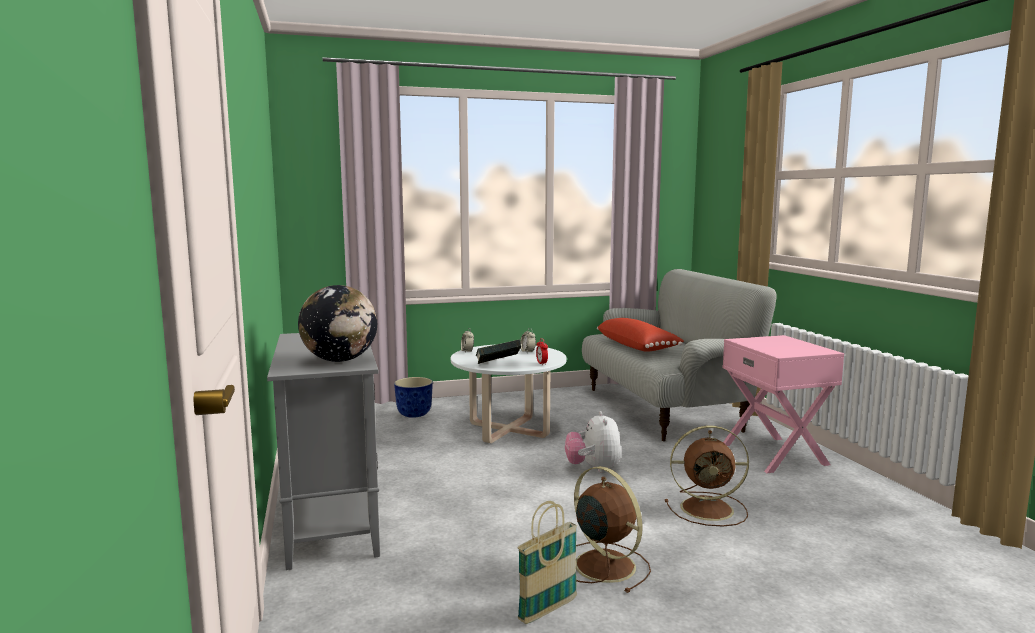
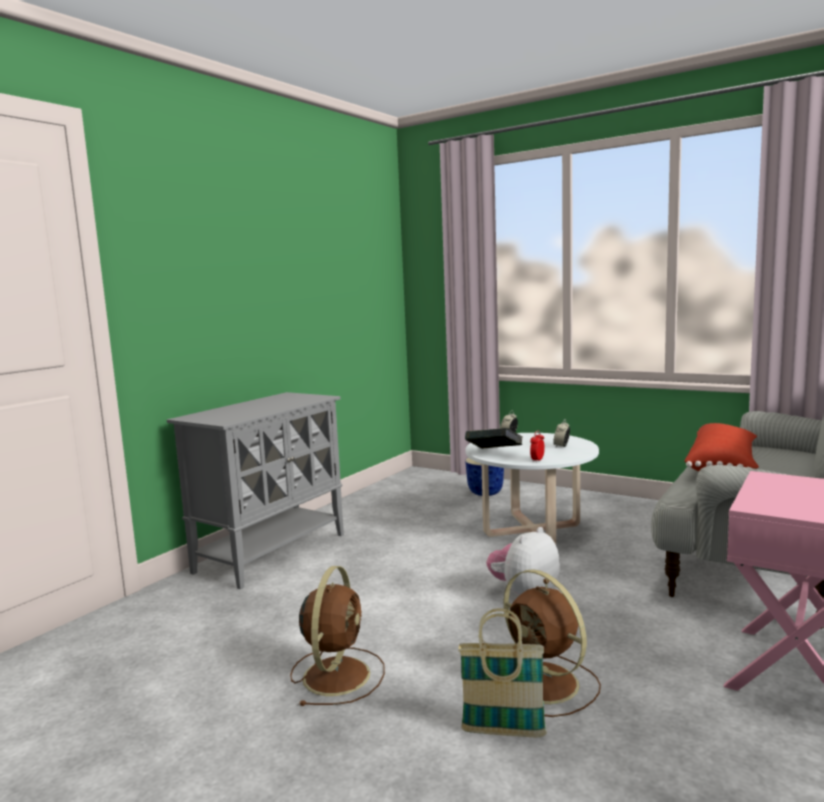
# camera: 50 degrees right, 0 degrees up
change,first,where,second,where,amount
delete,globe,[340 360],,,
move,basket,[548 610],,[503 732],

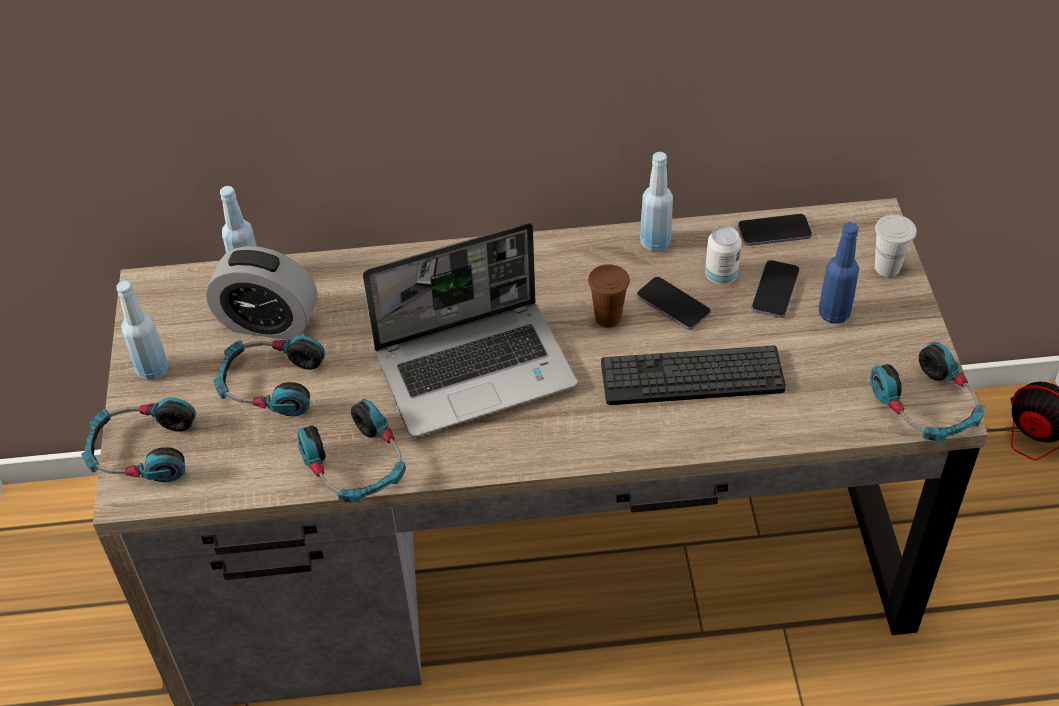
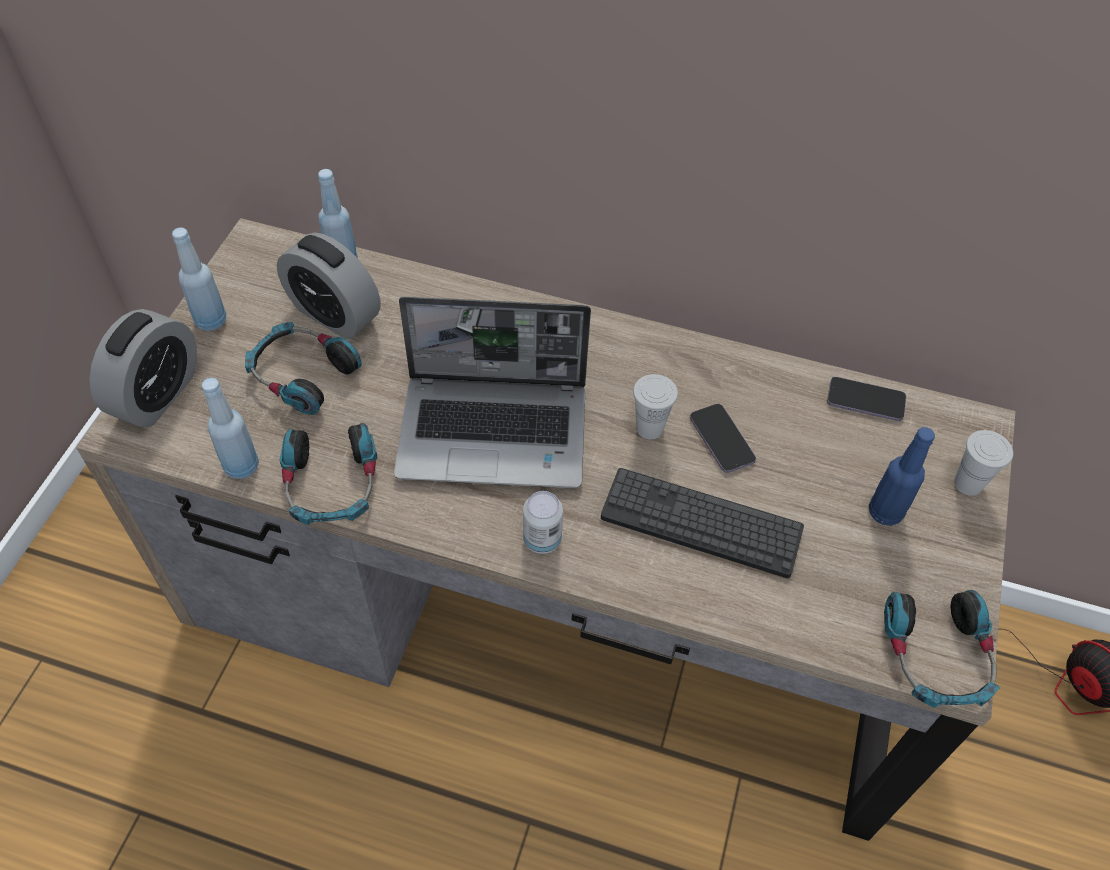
# camera: 20 degrees right, 5 degrees up
change,first,where,second,where,amount
delete,phone,[775 290],,,
move,blue bottle,[655 243],,[242 466],
move,can,[721 275],,[542 539],
replace,headphones,[142 451],alarm clock,[157 395],
recolor,brown cup,[608 318],white cup,[649 428],

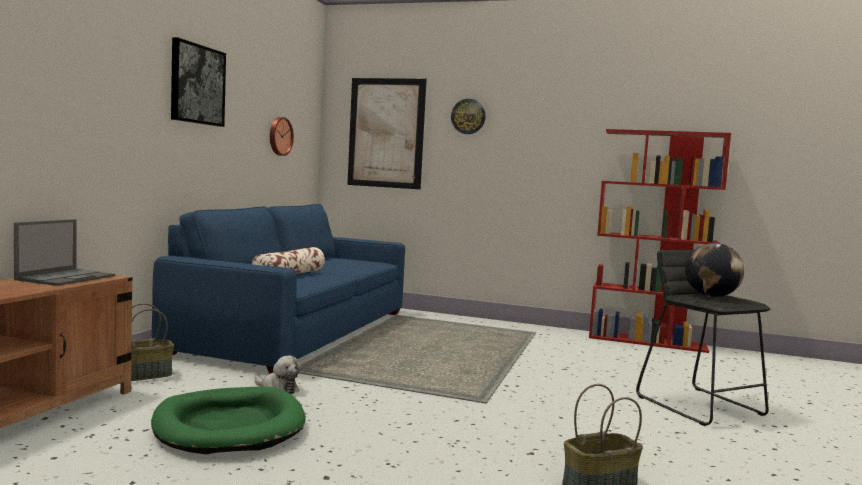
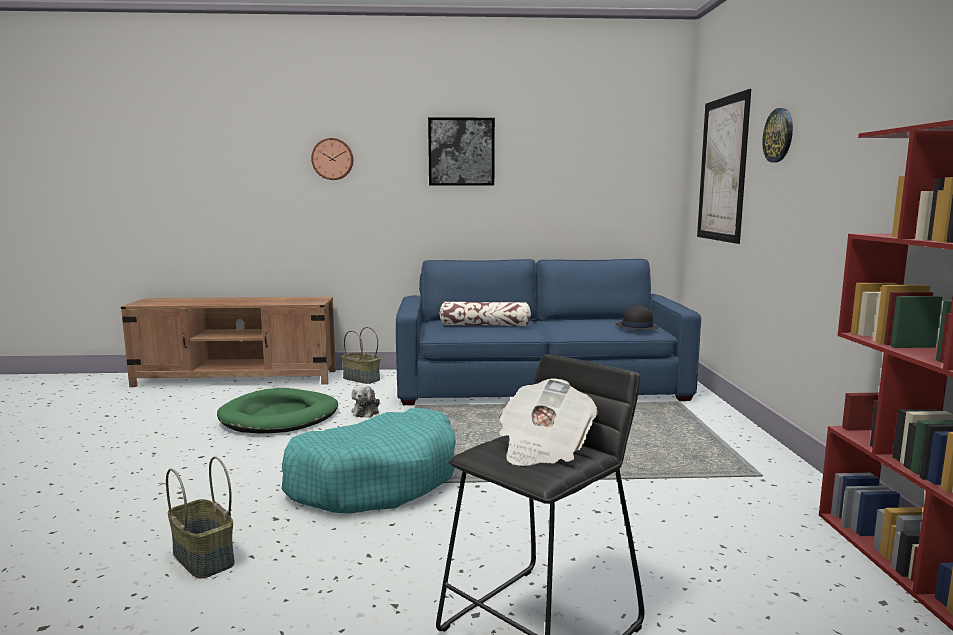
# camera: 70 degrees right, 5 degrees up
change,first,where,second,where,amount
delete,laptop,[66 278],,,
insert,,,turquoise dog bed,[375 480],
insert,,,black hat,[636 326],
move,wall clock,[279 136],,[332 159],
replace,globe,[711 296],newspaper,[543 448],

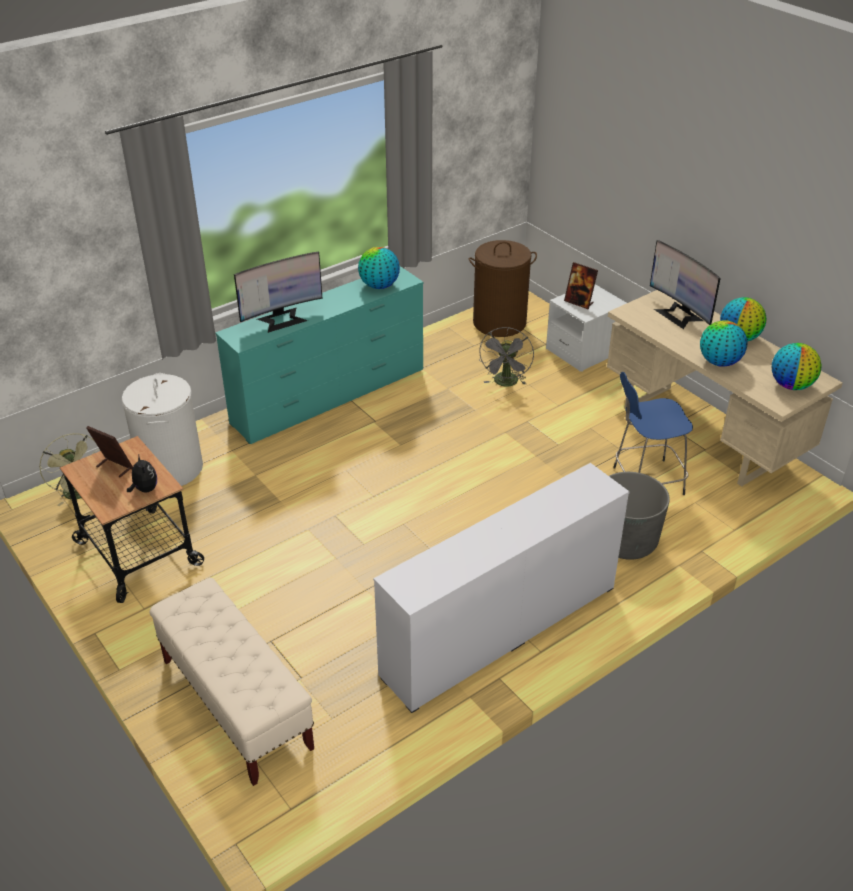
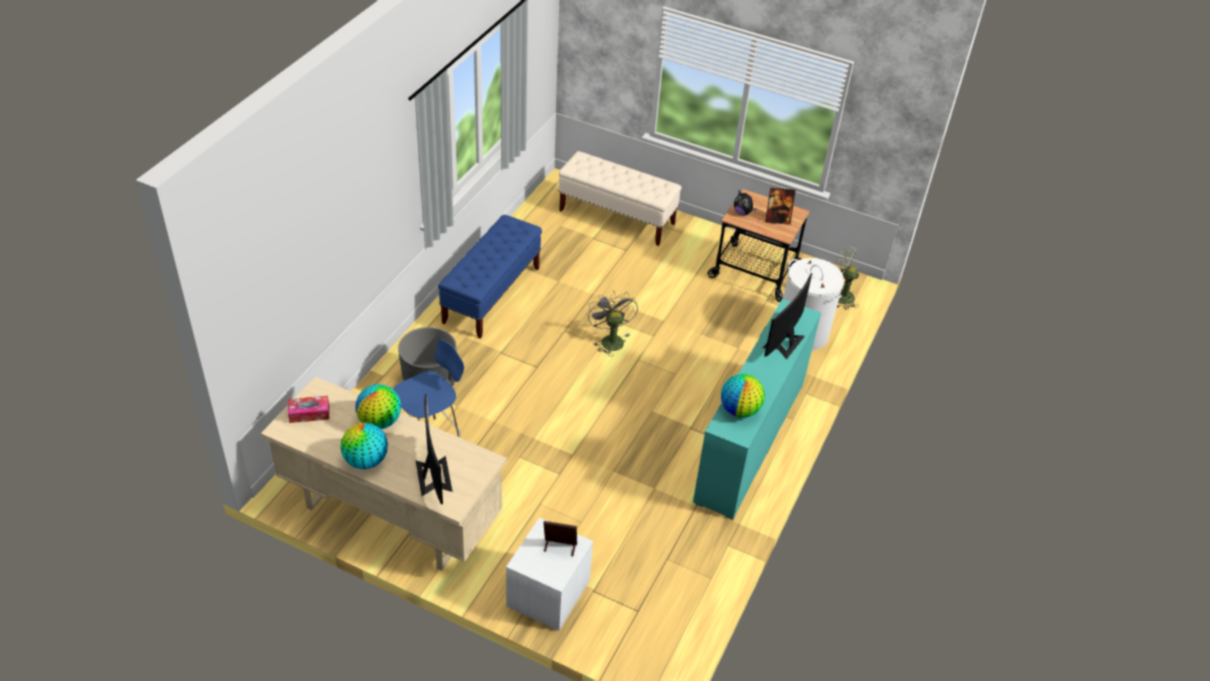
# camera: 150 degrees right, 5 degrees up
change,first,where,second,where,amount
delete,brown laundry basket,[499 322],,,
move,grey fan,[506 383],,[610 339],
replace,white dresser,[499 630],blue bench,[492 295],
replace,globe,[791 385],tissue box,[309 413],
rotate,monitor,[679 315],,[433 475],45 degrees clockwise

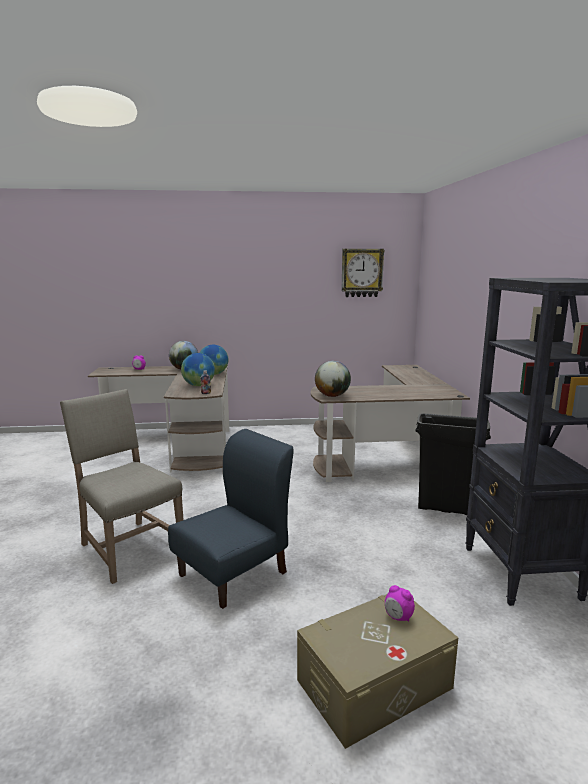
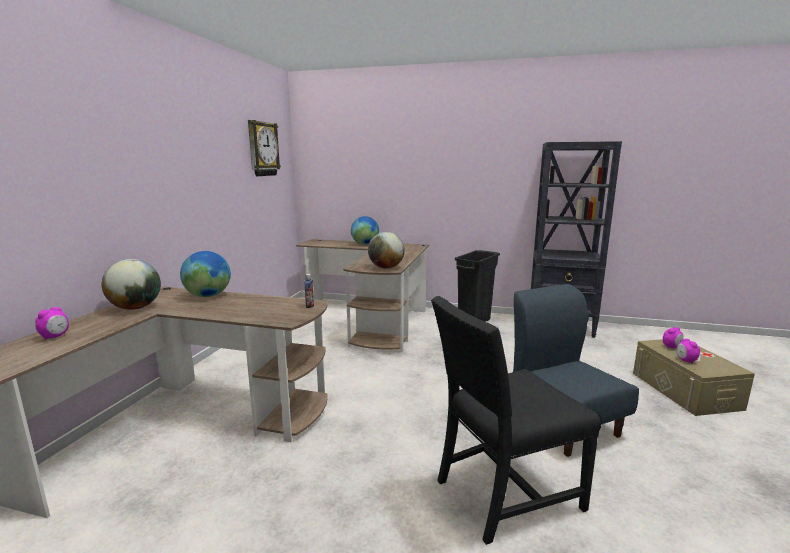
# camera: 70 degrees left, 0 degrees up
change,first,where,second,where,amount
insert,,,alarm clock,[685 361],
move,globe,[198 385],,[365 244],
recolor,beige chair,[128 547],black chair,[503 493],

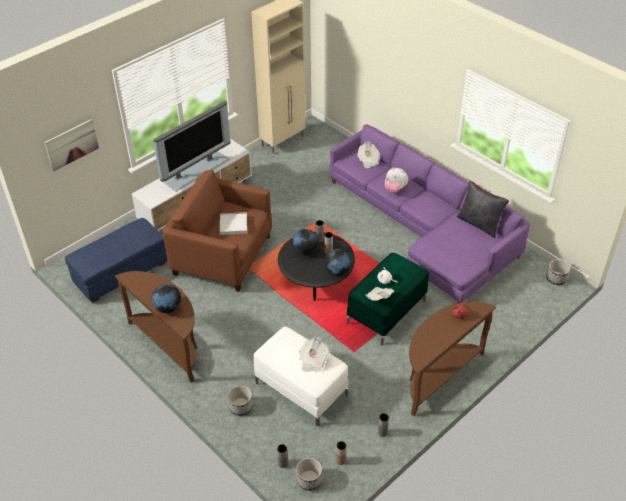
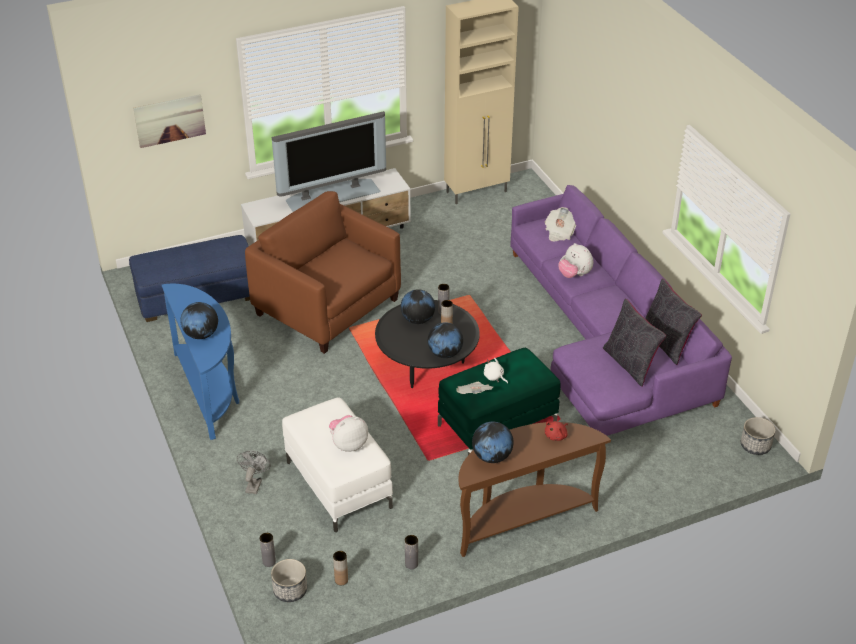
# camera: 20 degrees right, 5 degrees down
change,first,where,second,where,amount
delete,white tray,[233 224],,,
insert,,,globe,[491 456],
insert,,,black pillow,[630 364],
replace,planter,[241 407],grey fan,[254 484],
replace,newspaper,[313 361],plush toy,[348 444],
recolor,brown console table,[170 344],blue console table,[210 391],

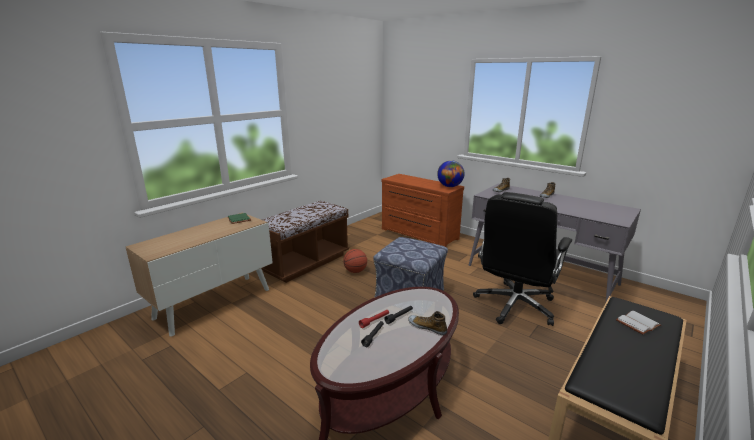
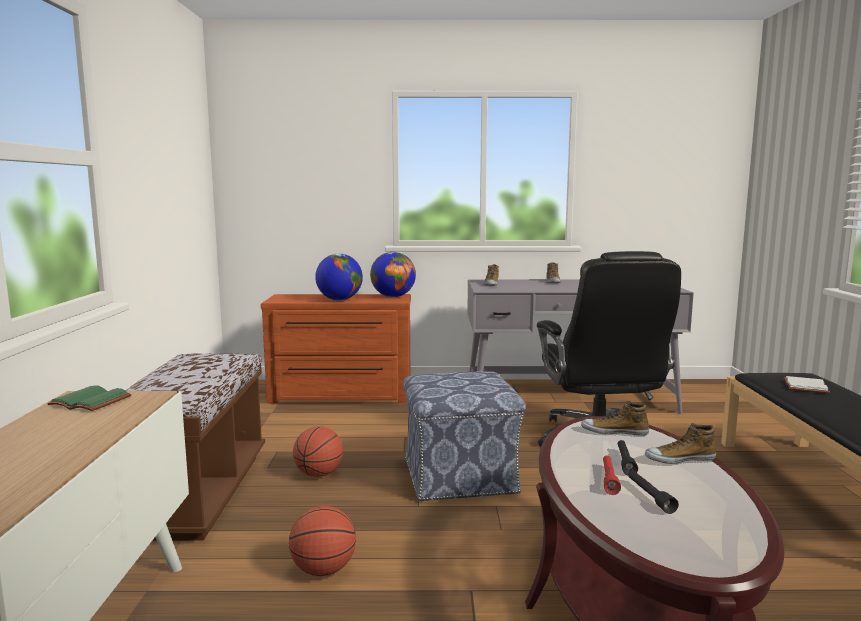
# camera: 40 degrees left, 10 degrees down
change,first,where,second,where,amount
insert,,,basketball,[323 570],
insert,,,globe,[339 300],
insert,,,shoe,[614 431],

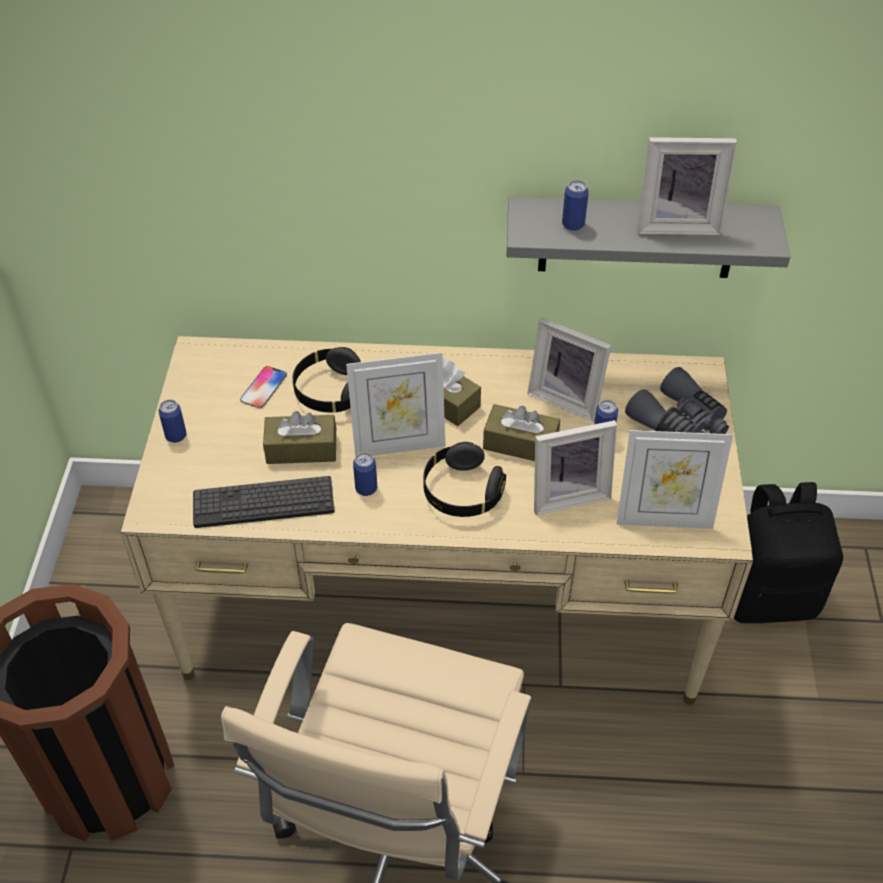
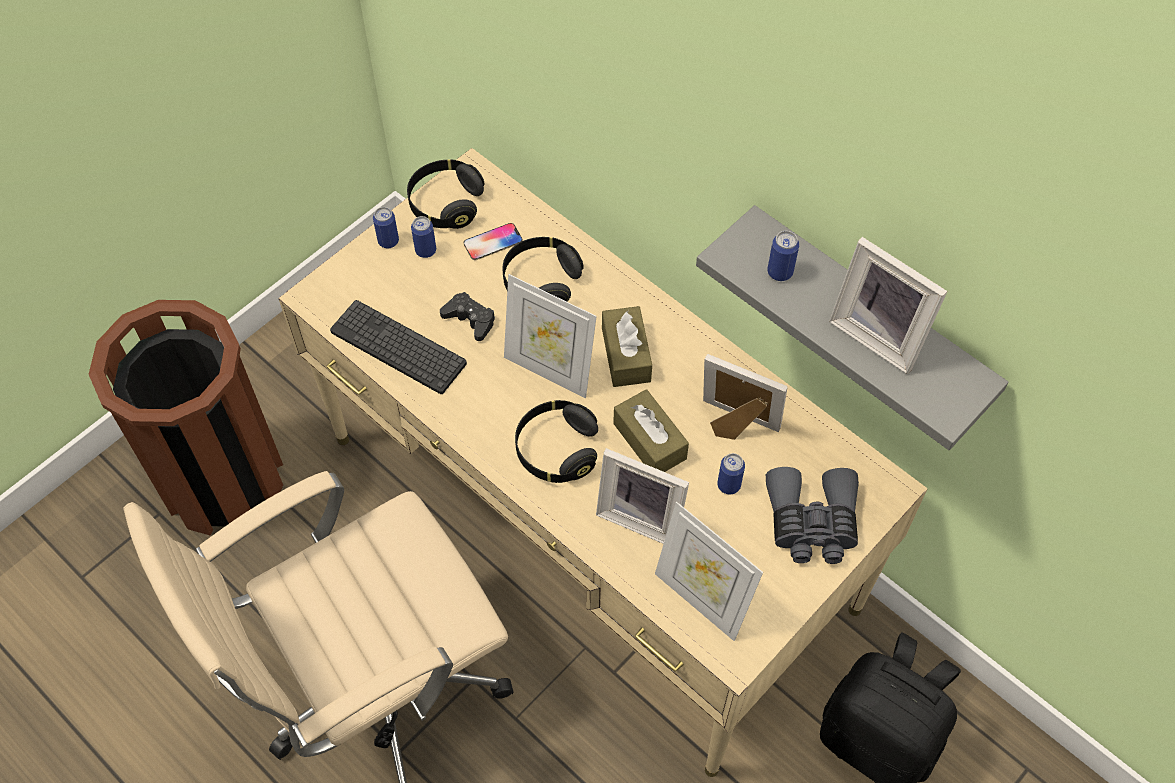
# camera: 40 degrees right, 10 degrees up
change,first,where,second,where,amount
insert,,,black headphones,[446 204],
move,can,[366 488],,[425 250],
replace,brown tissue box,[301 449],black game controller,[470 319],
rotate,picture frame,[567 397],,[735 426],135 degrees clockwise

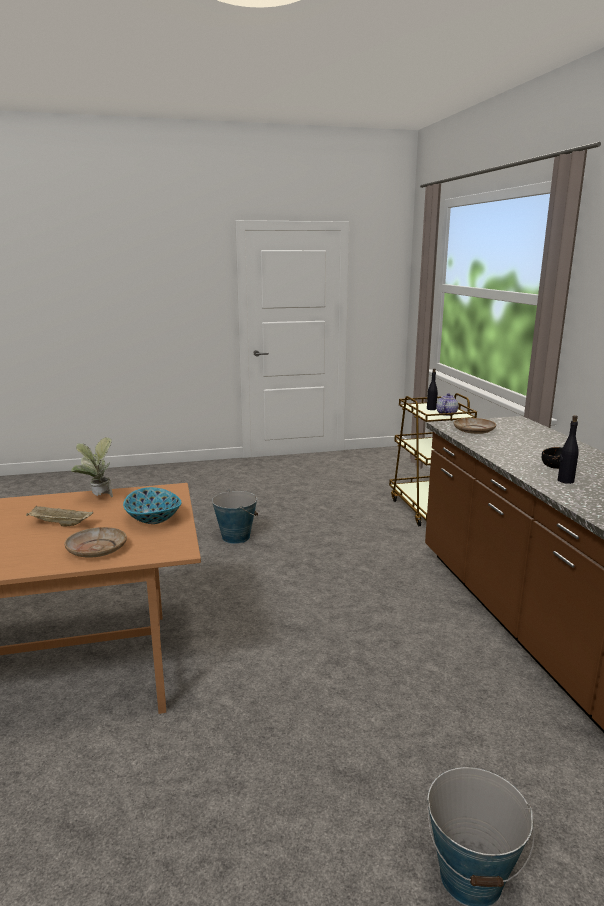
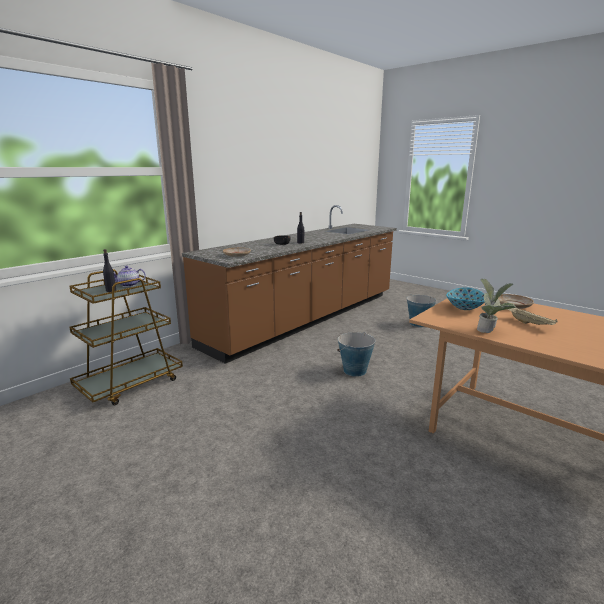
# camera: 125 degrees left, 0 degrees up
change,first,where,second,where,amount
move,bucket,[236 537],,[354 371],

